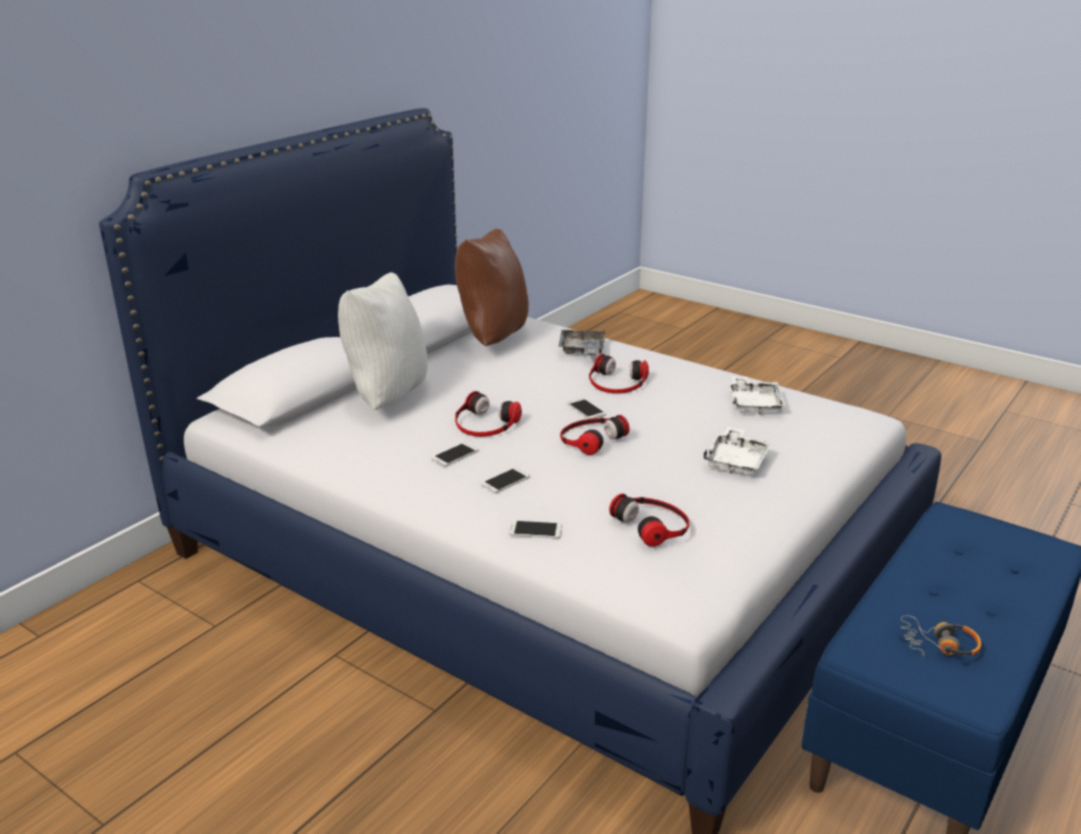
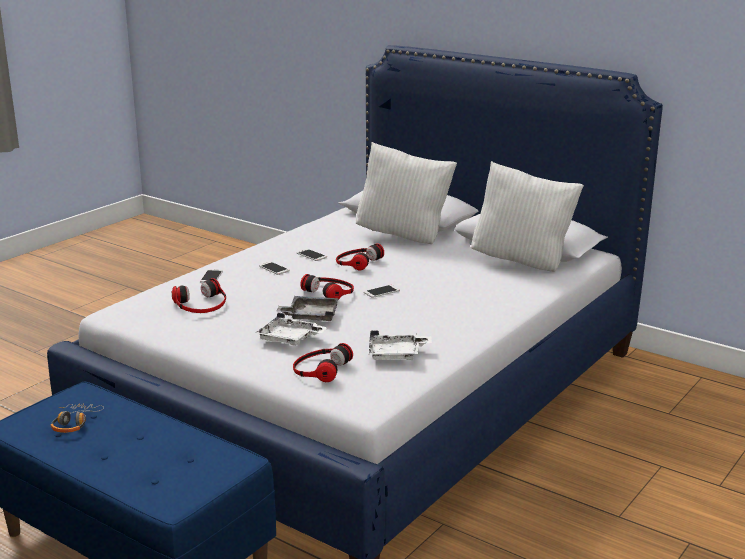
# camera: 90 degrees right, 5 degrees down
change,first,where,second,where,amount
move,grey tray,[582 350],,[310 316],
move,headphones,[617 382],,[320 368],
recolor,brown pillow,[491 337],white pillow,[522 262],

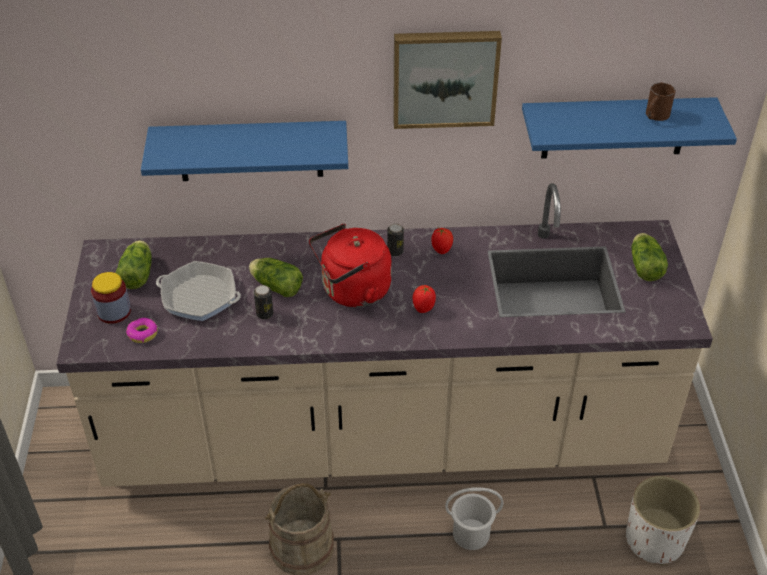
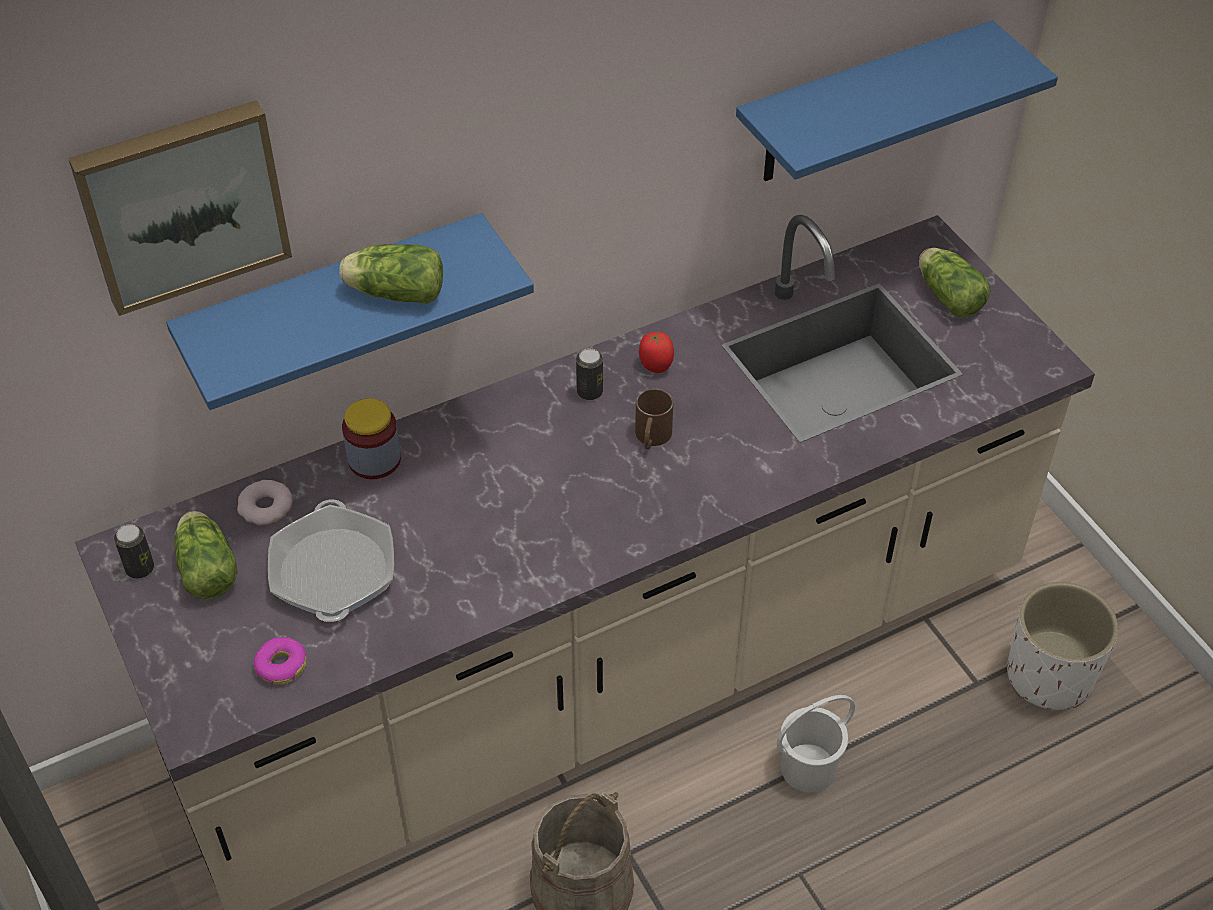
# camera: 25 degrees left, 5 degrees up
change,first,where,second,where,amount
delete,red kettle,[352 291],,,
delete,tomato,[424 308],,,
insert,,,donut,[266 507],
move,jar,[114 312],,[374 459],
move,lettuce,[275 285],,[393 292],
move,can,[265 314],,[140 568],
move,picture,[445 77],,[182 203],
move,brown mug,[655 116],,[651 438],
rotate,frying pan,[199 296],,[333 571],90 degrees clockwise

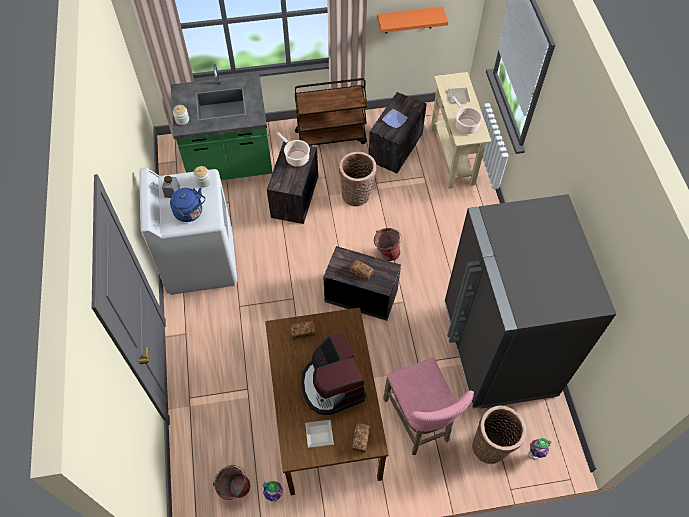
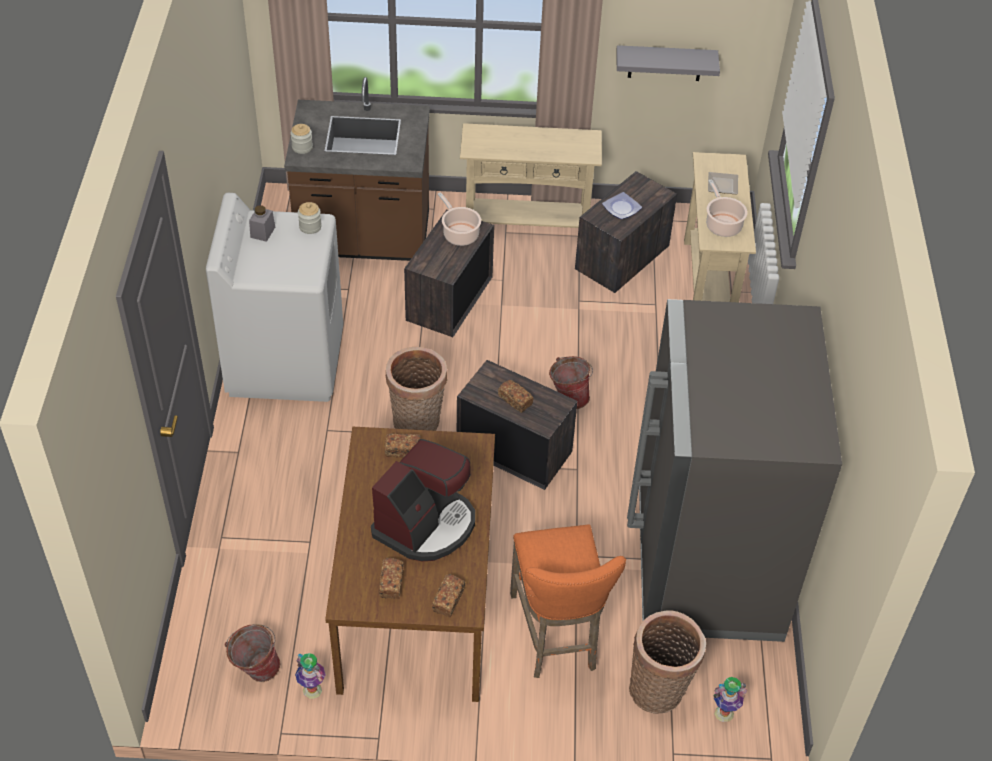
# camera: 10 degrees right, 10 degrees down
change,first,where,second,where,amount
delete,blue kettle,[190 213],,,
move,basket,[357 196],,[417 424],
replace,brown cart,[331 137],beige console table,[526 227],
replace,plate,[320 435],bread,[391 583],
recolor,green counter,[230 163],brown counter,[364 238],
recolor,orange shelf,[409 20],grey shelf,[665 63],
recolor,pink stool,[419 423],orange stool,[556 636],
rotate,coffee machine,[332 385],,[426 524],135 degrees counterclockwise

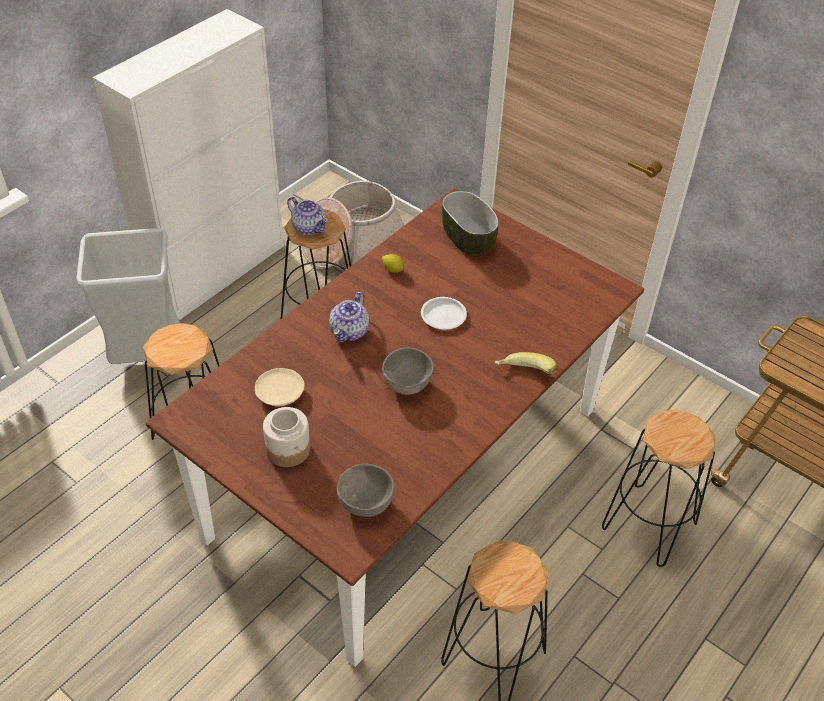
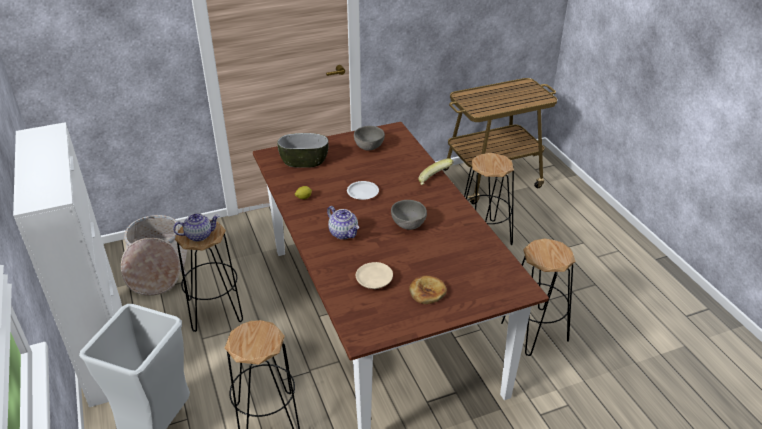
# camera: 60 degrees left, 10 degrees down
change,first,where,second,where,amount
move,grey bowl,[365 502],,[368 147],
replace,jar,[288 450],bread,[427 291],

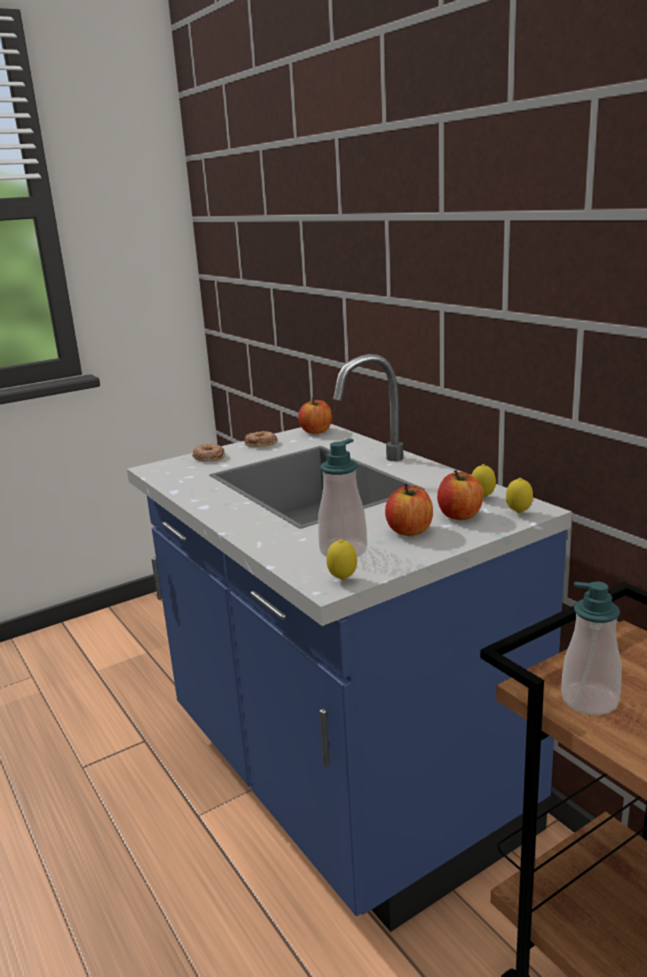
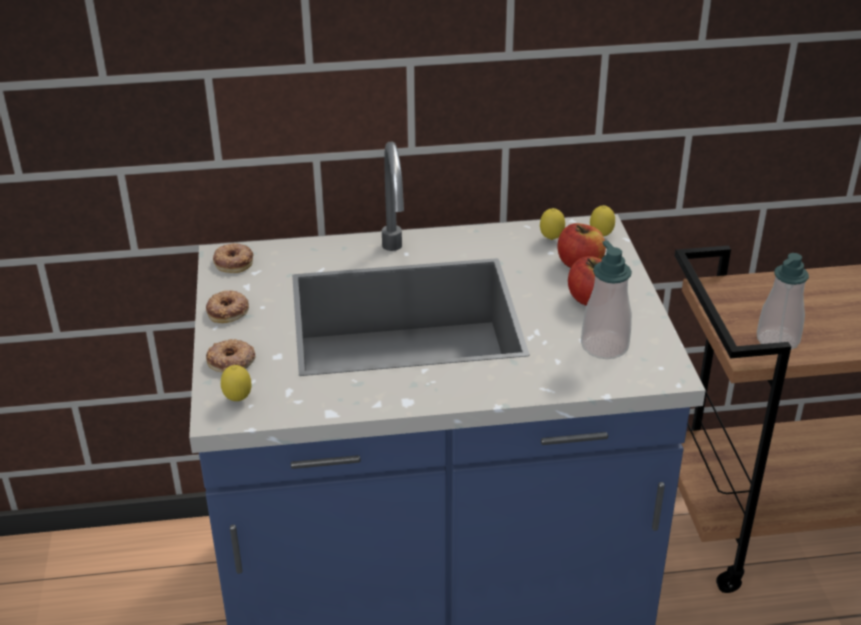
# camera: 65 degrees left, 15 degrees up
change,first,where,second,where,amount
move,lemon,[342 579],,[238 400],
replace,apple,[316 431],donut,[234 262],

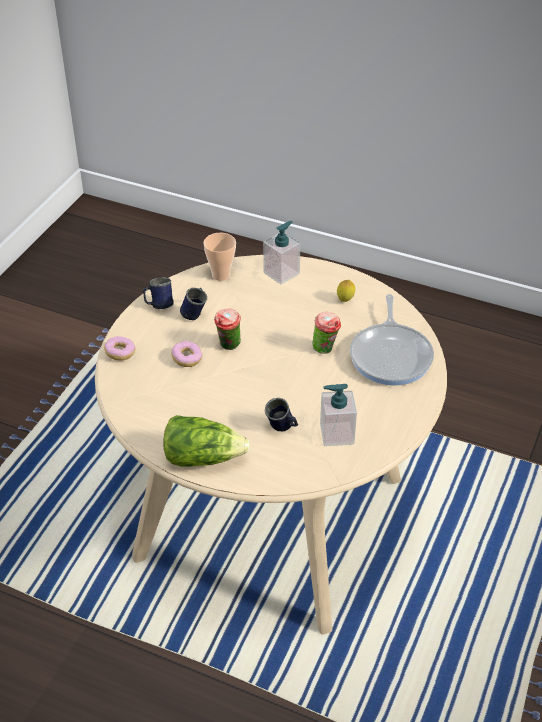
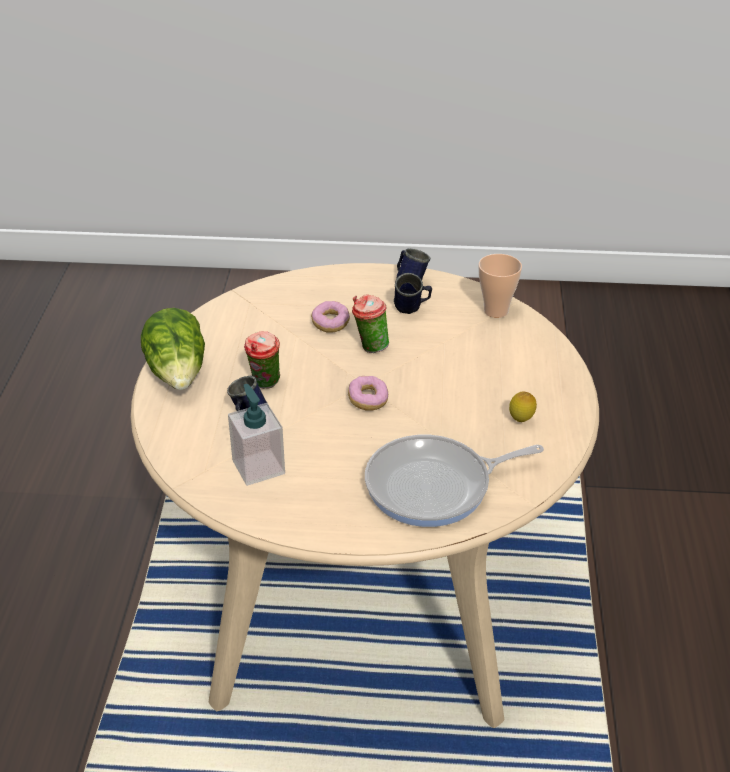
# camera: 70 degrees right, 5 degrees down
change,first,where,second,where,amount
delete,soap dispenser,[281 273],,,
move,donut,[120 353],,[368 400],
move,cup,[326 349],,[265 384],

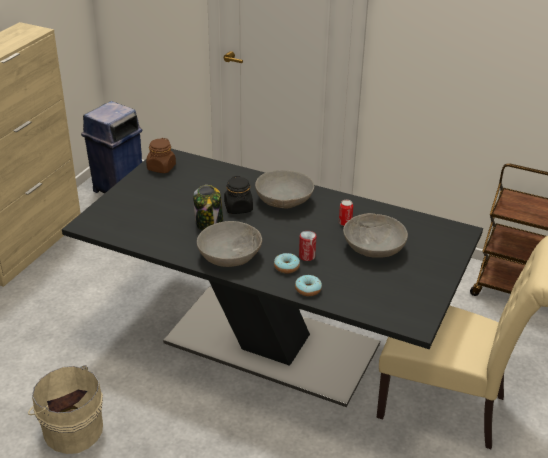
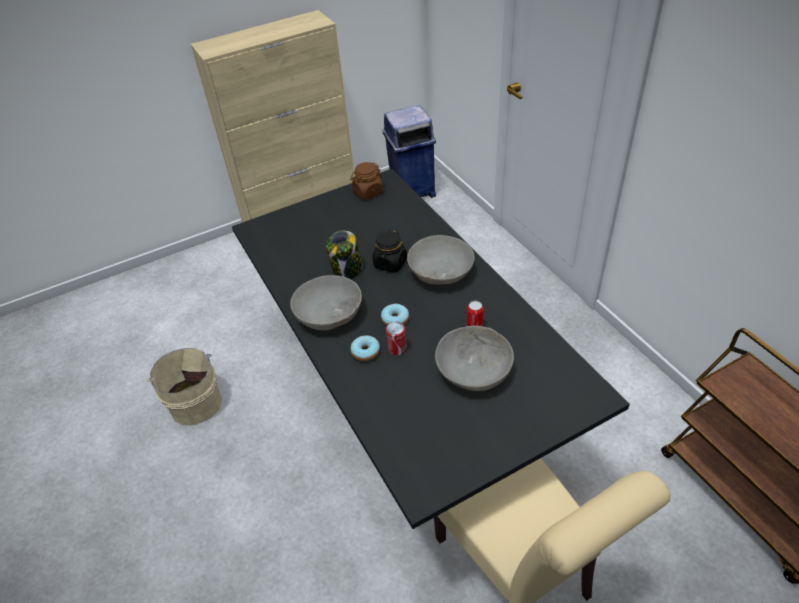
# camera: 40 degrees right, 10 degrees up
change,first,where,second,where,amount
move,donut,[308 289],,[395 319],

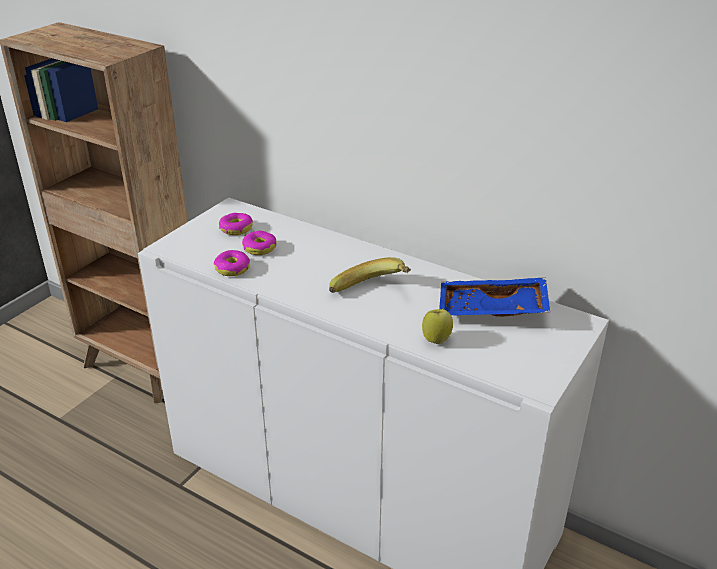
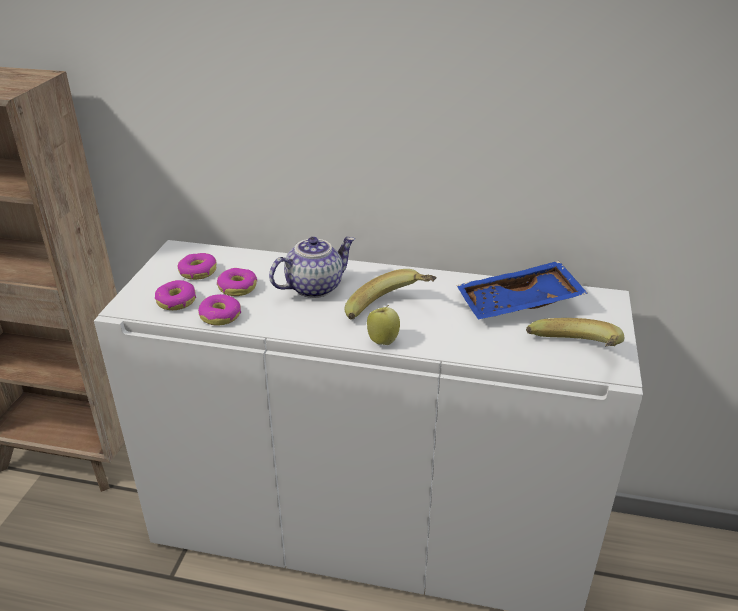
# camera: 20 degrees left, 0 degrees up
change,first,where,second,where,amount
insert,,,donut,[176 301],
insert,,,teapot,[314 287],
insert,,,banana,[573 355],
move,apple,[436 339],,[383 340],

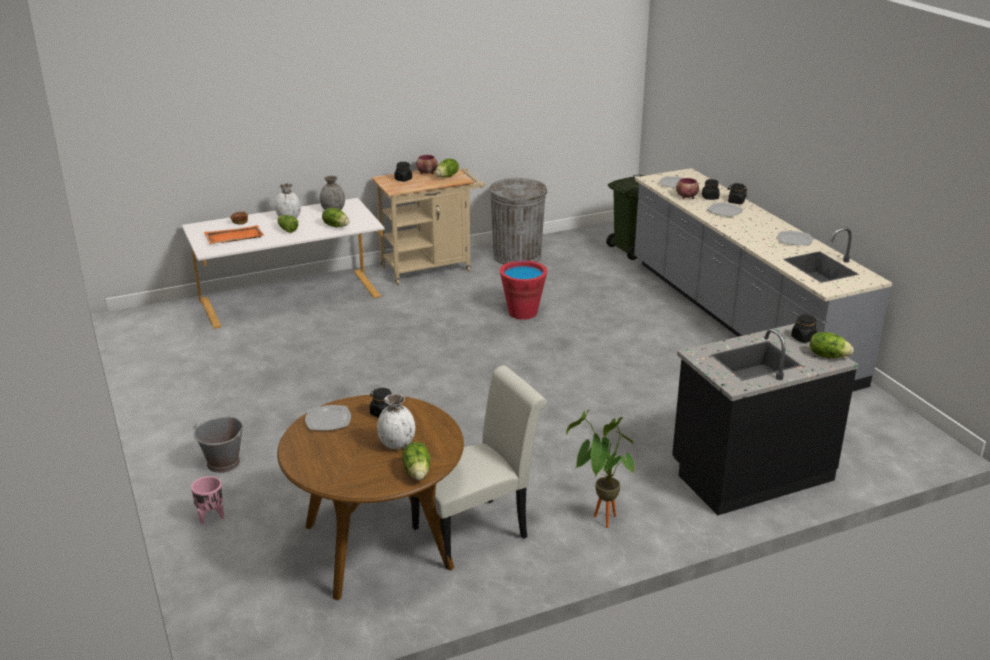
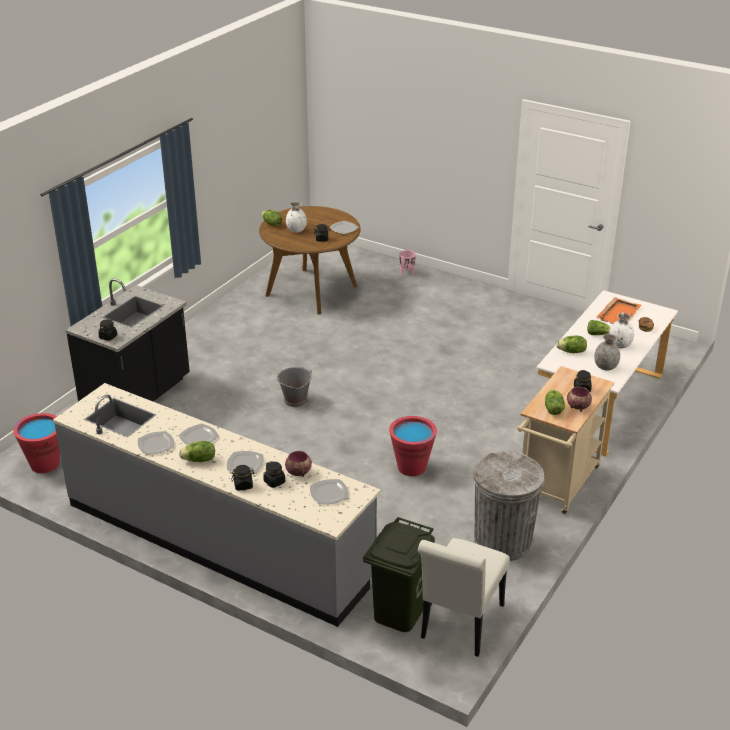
# camera: 145 degrees right, 5 degrees up
change,first,where,second,where,amount
delete,potted plant,[600 521],,,
insert,,,red bucket,[45 464],
insert,,,plate,[198 437],
move,grey bucket,[224 463],,[295 400],
move,white chair,[477 530],,[460 626],
move,lettuce,[828 355],,[199 460],

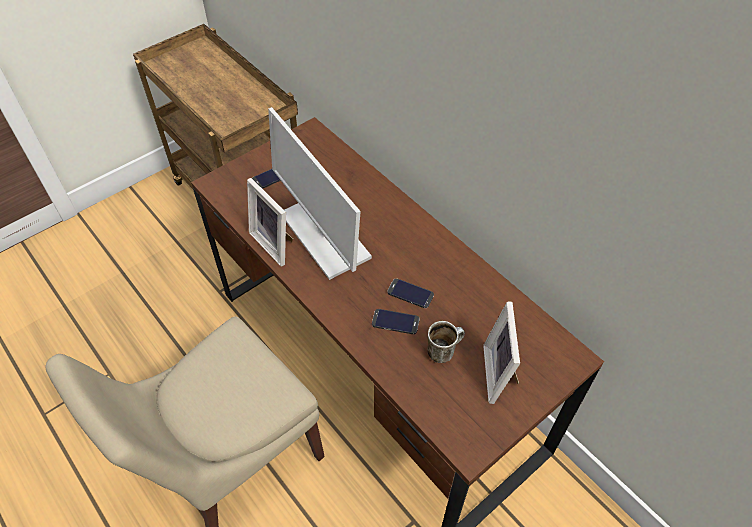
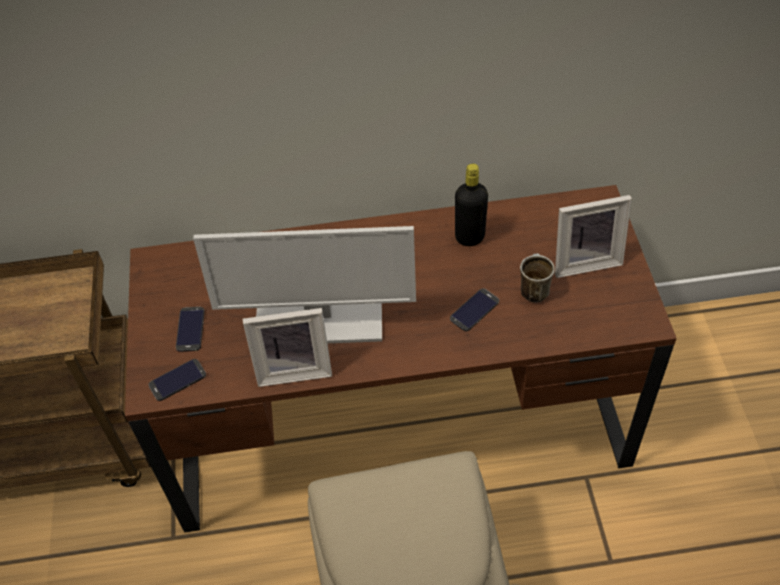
# camera: 55 degrees left, 0 degrees up
change,first,where,second,where,amount
insert,,,black bottle,[469 237],
move,phone,[410 293],,[177 380],
rotate,picture frame,[501 374],,[584 260],45 degrees counterclockwise

